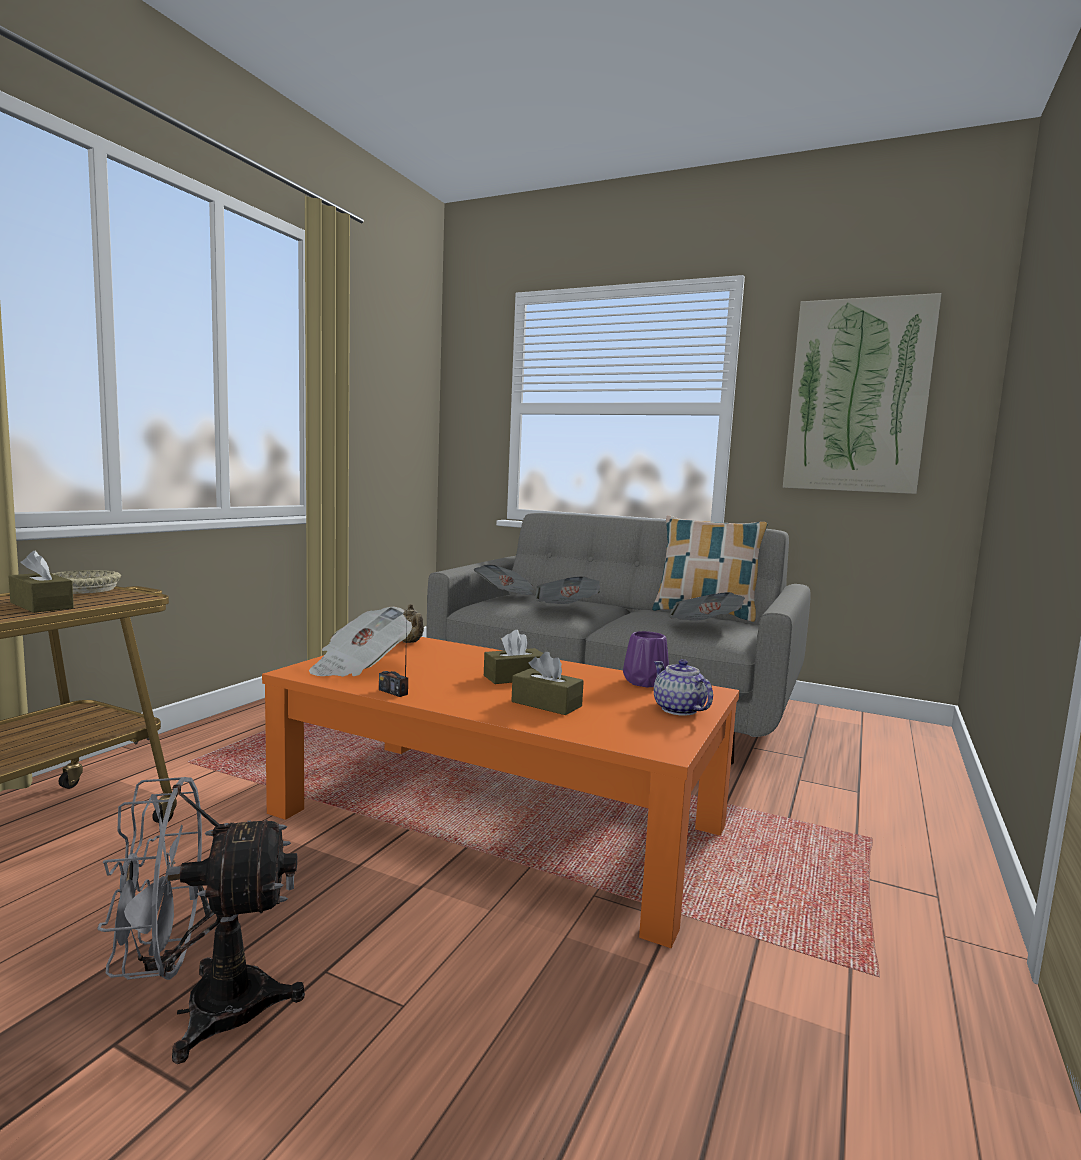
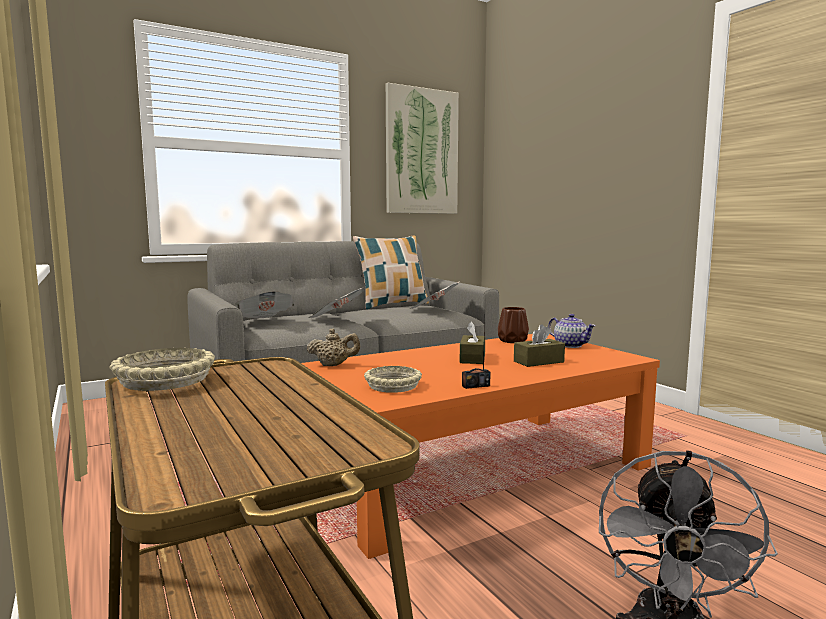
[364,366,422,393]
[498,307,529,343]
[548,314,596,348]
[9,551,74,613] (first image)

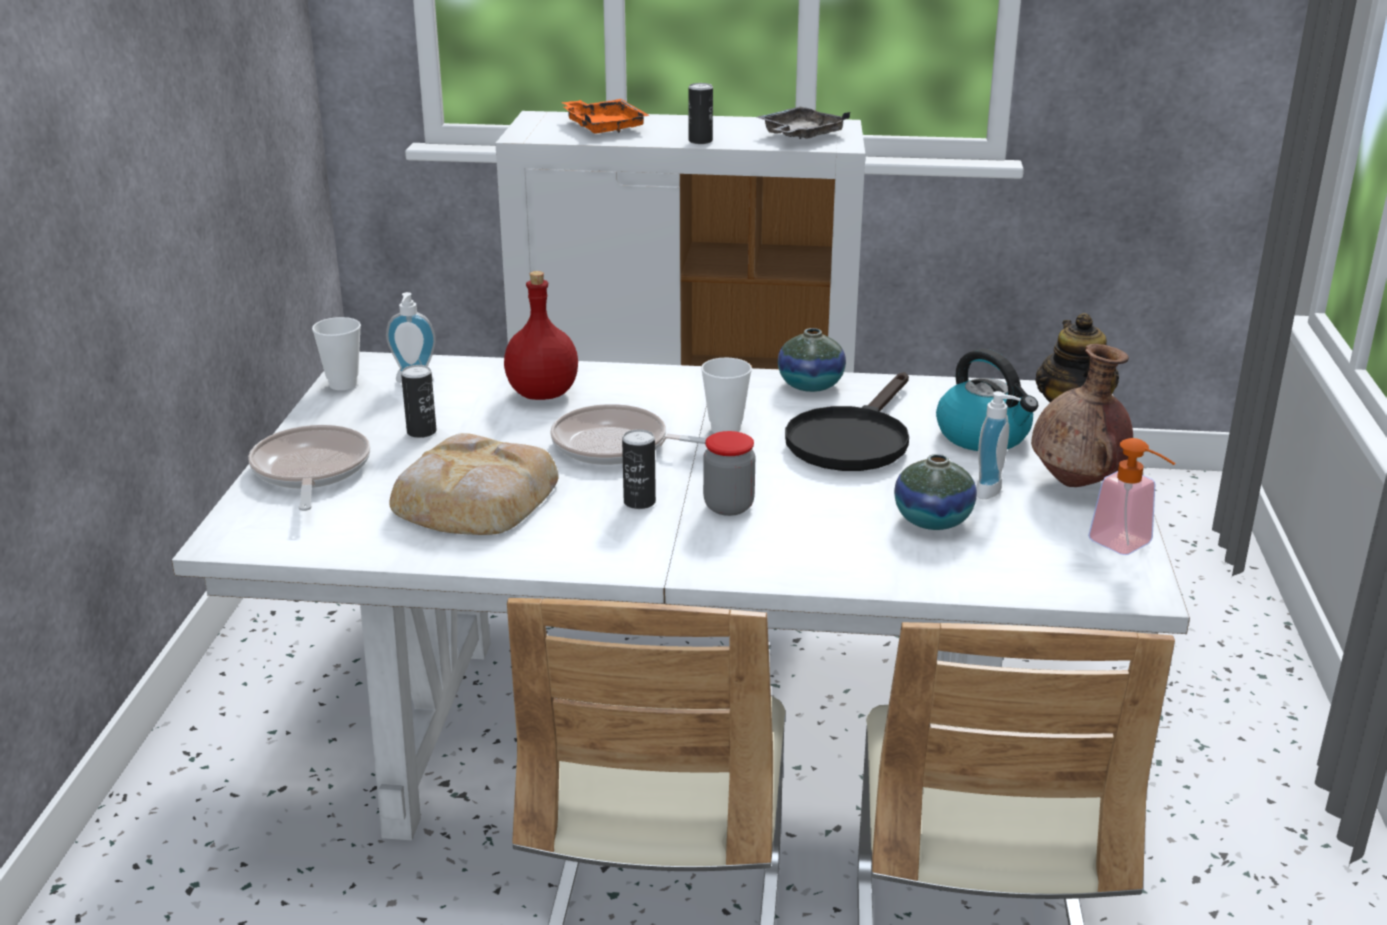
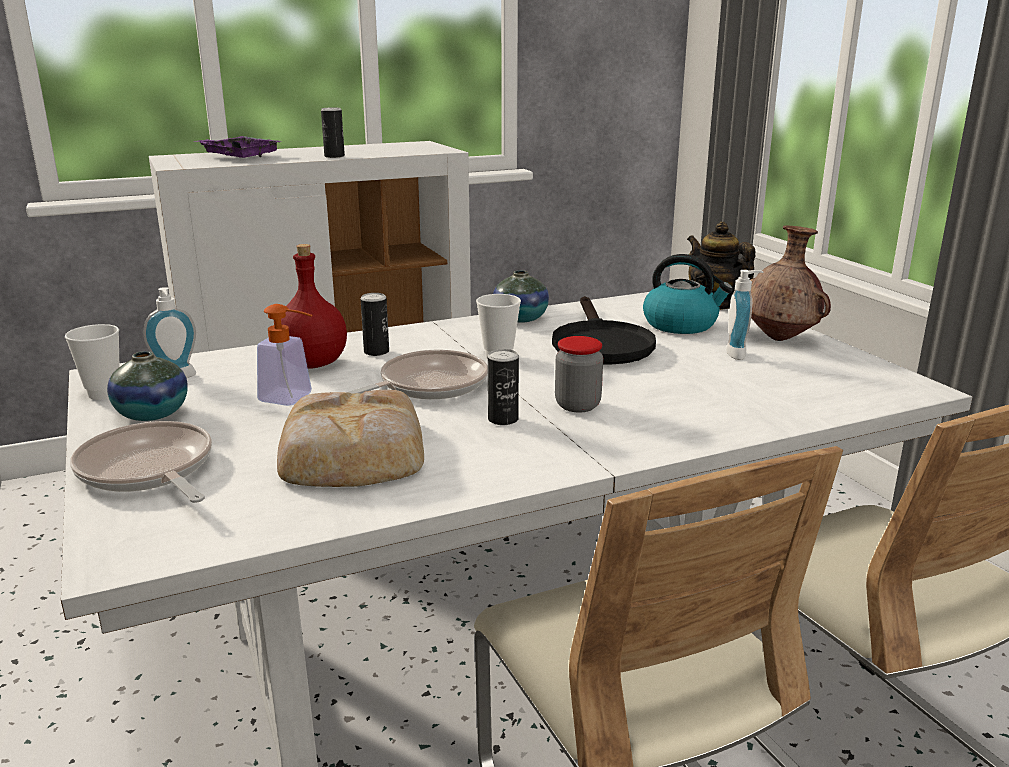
[107,351,188,421]
[196,136,283,158]
[257,304,312,406]
[348,350,488,399]
[360,293,389,356]
[757,106,850,139] (first image)

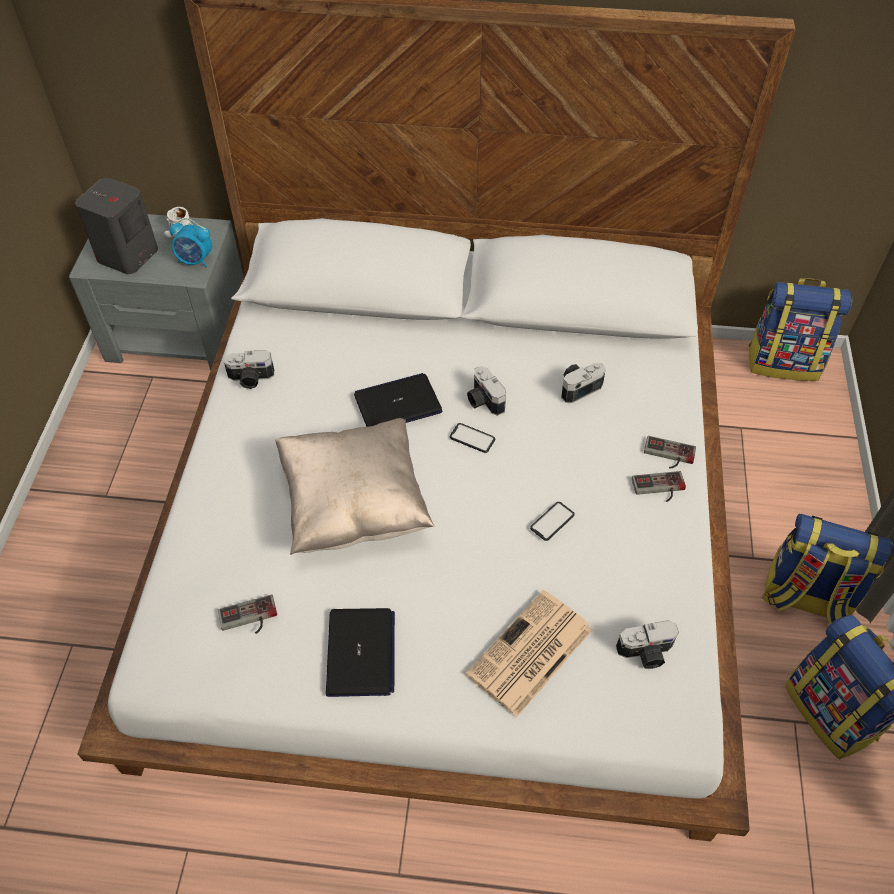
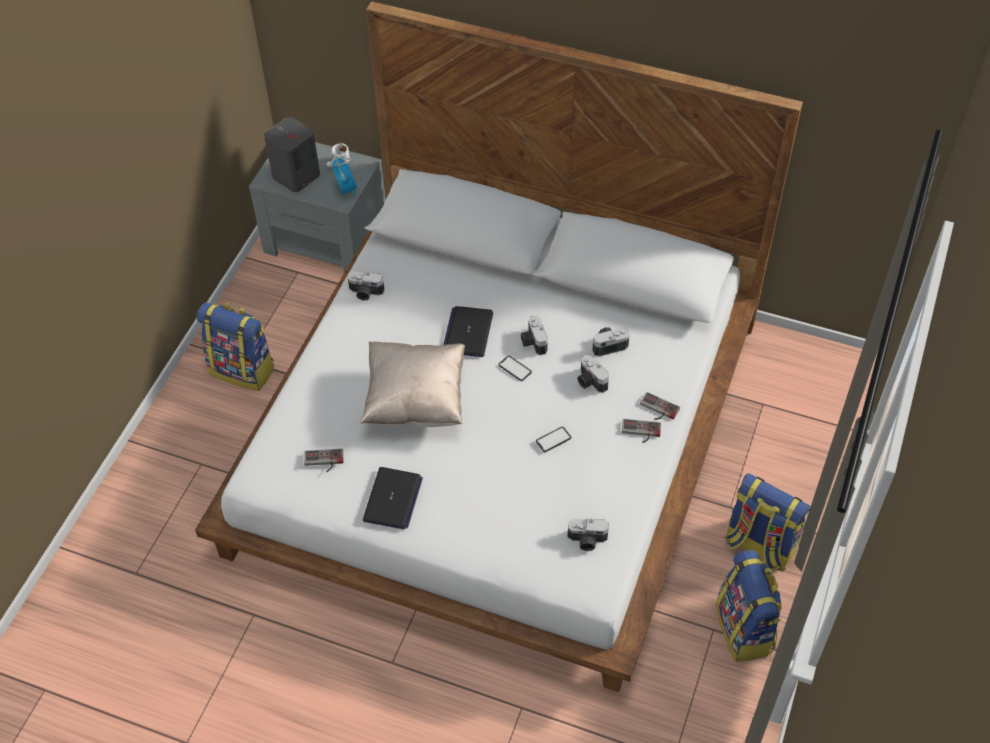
[197,302,275,391]
[332,157,357,197]
[443,306,493,357]
[577,355,609,393]
[466,590,592,717] (first image)

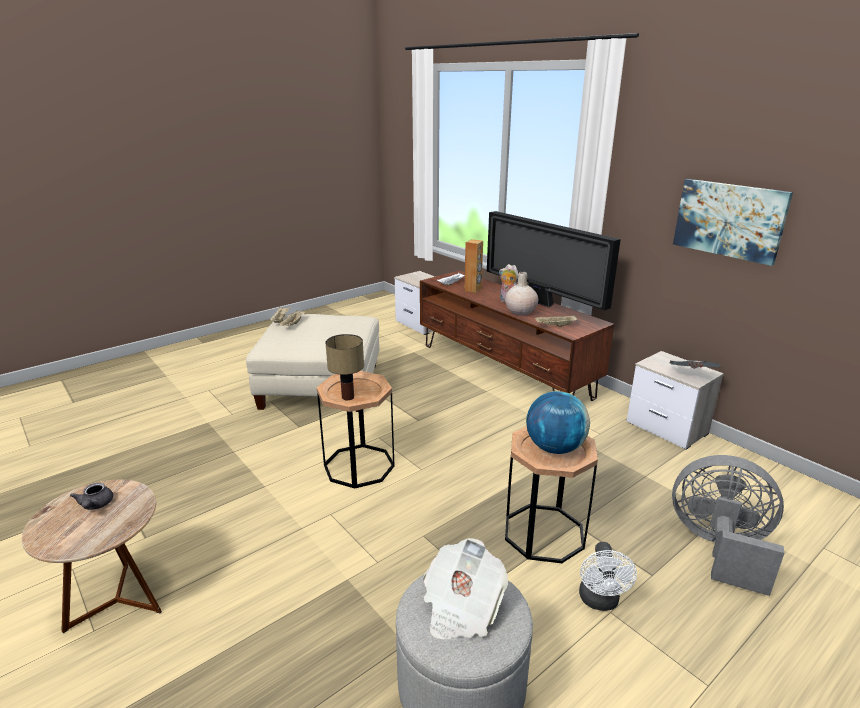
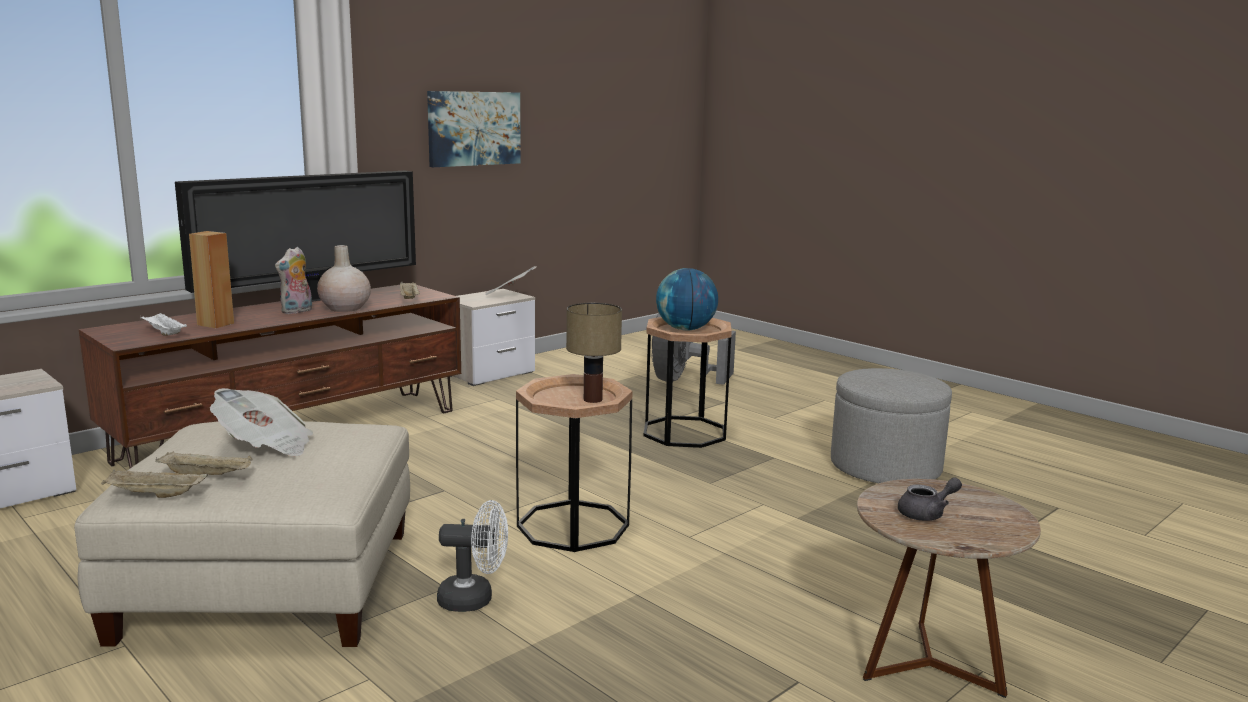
[210,388,313,456]
[437,500,508,612]

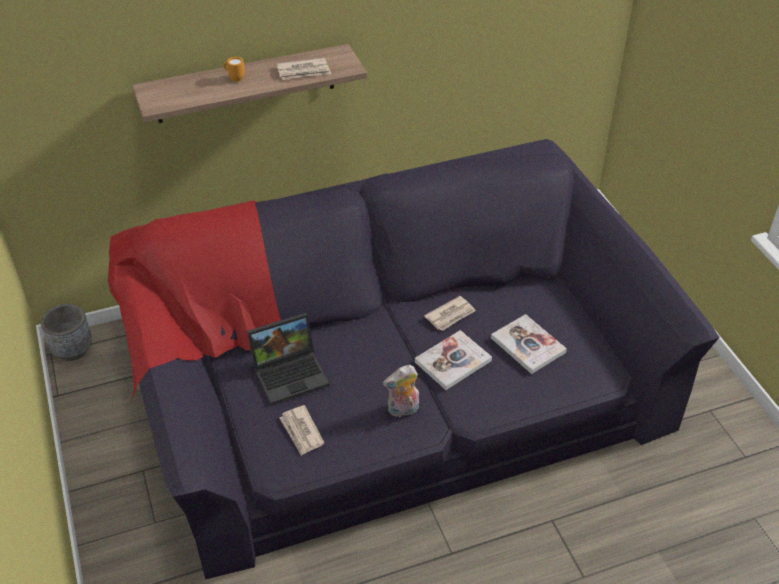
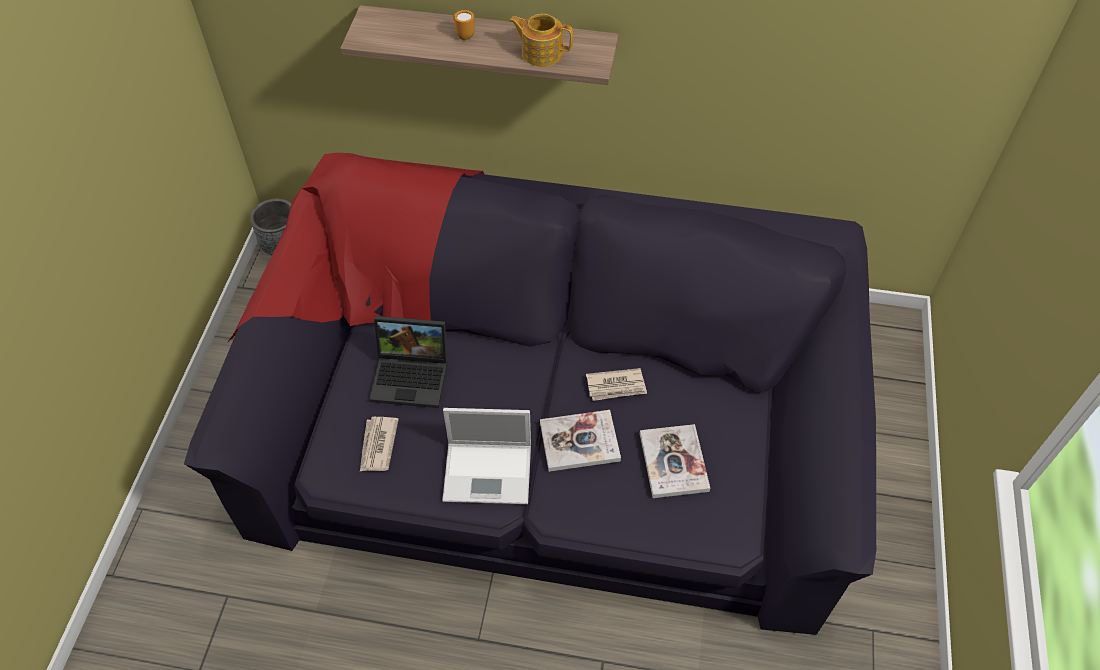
[442,408,531,504]
[509,14,573,66]

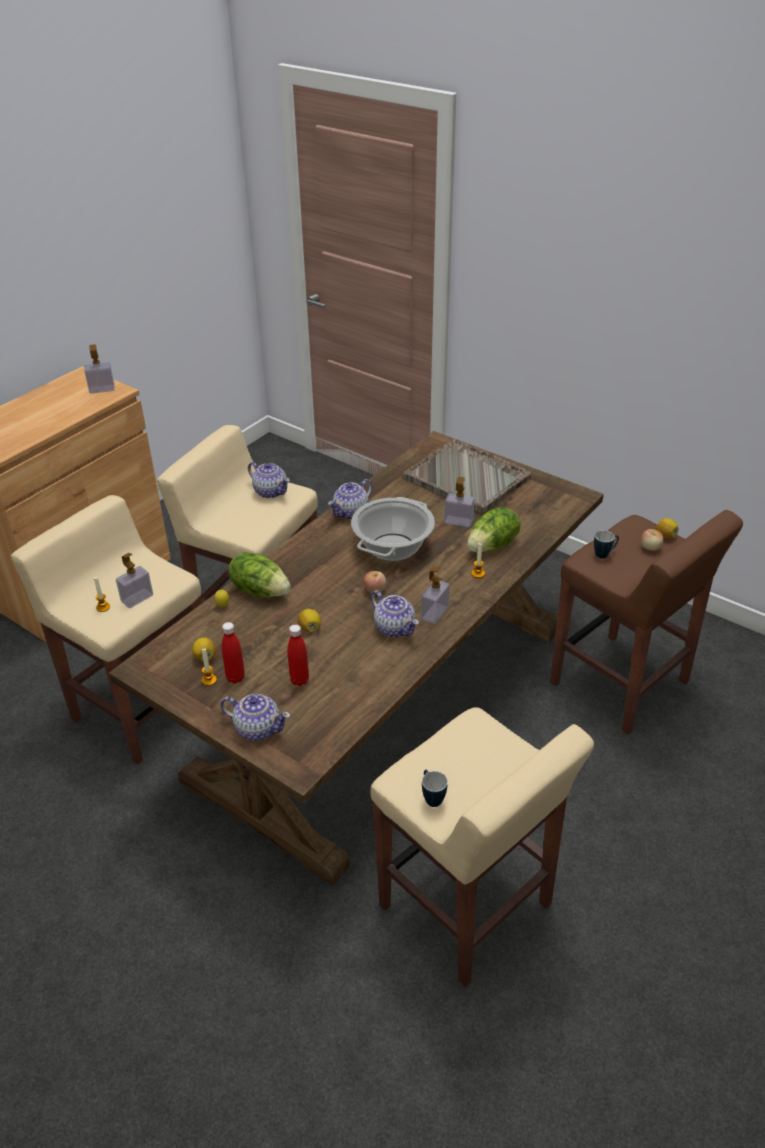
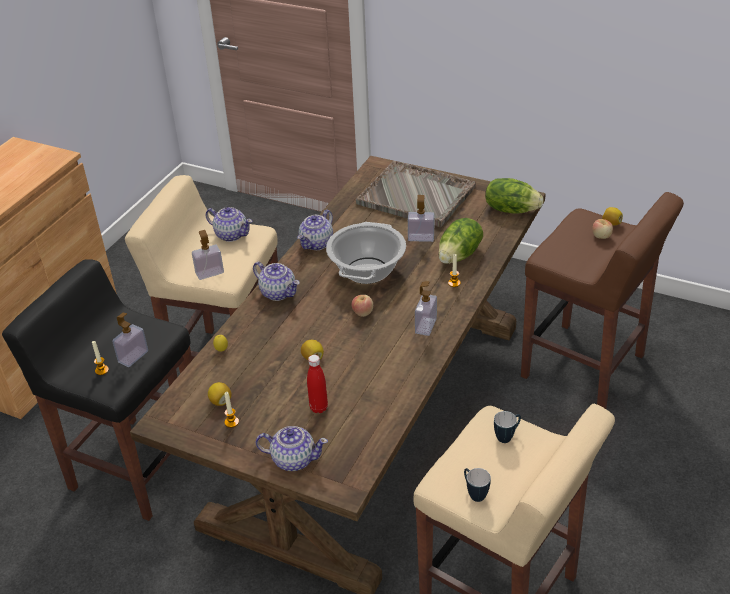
[2,259,192,521]
[192,230,224,280]
[253,262,300,301]
[485,178,544,214]
[494,411,521,443]
[222,622,245,683] (first image)

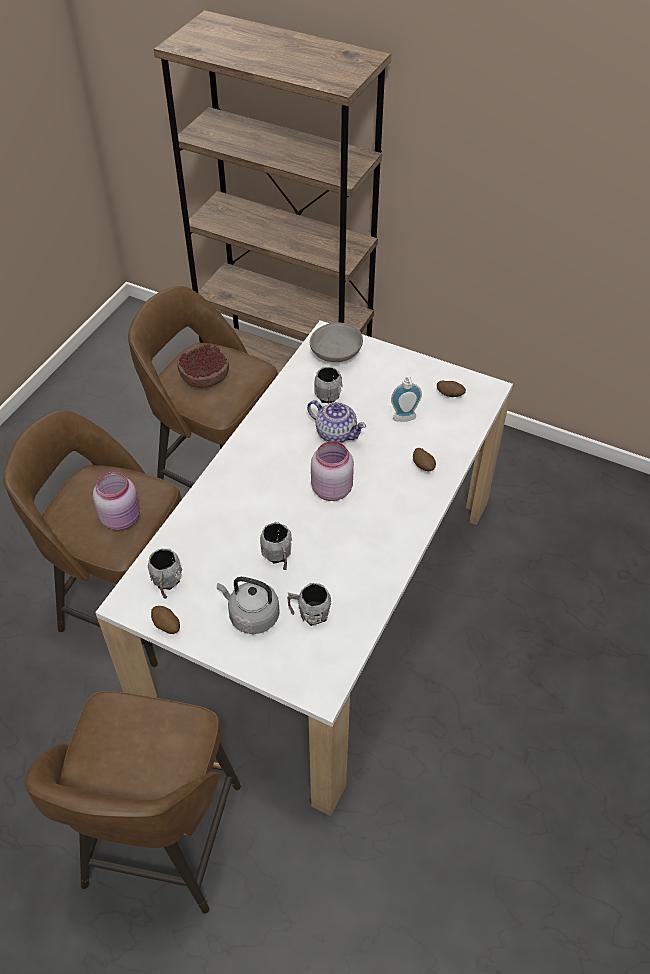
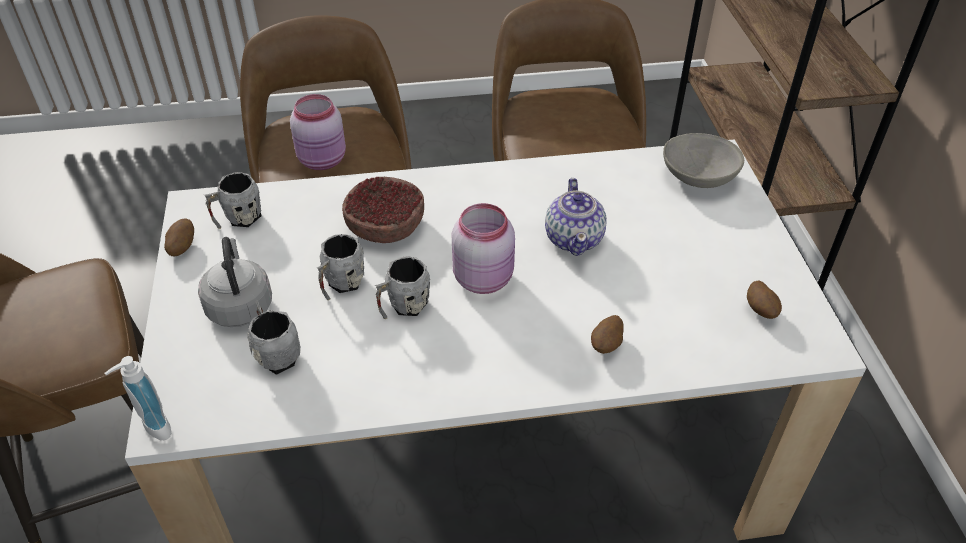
[105,356,172,440]
[342,177,424,243]
[375,256,430,319]

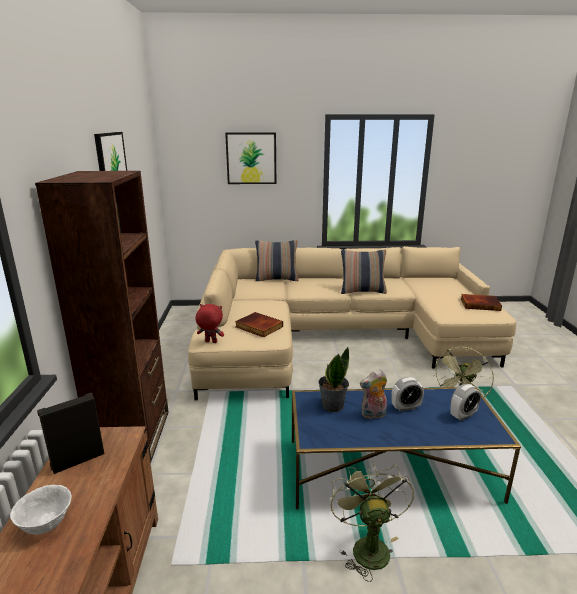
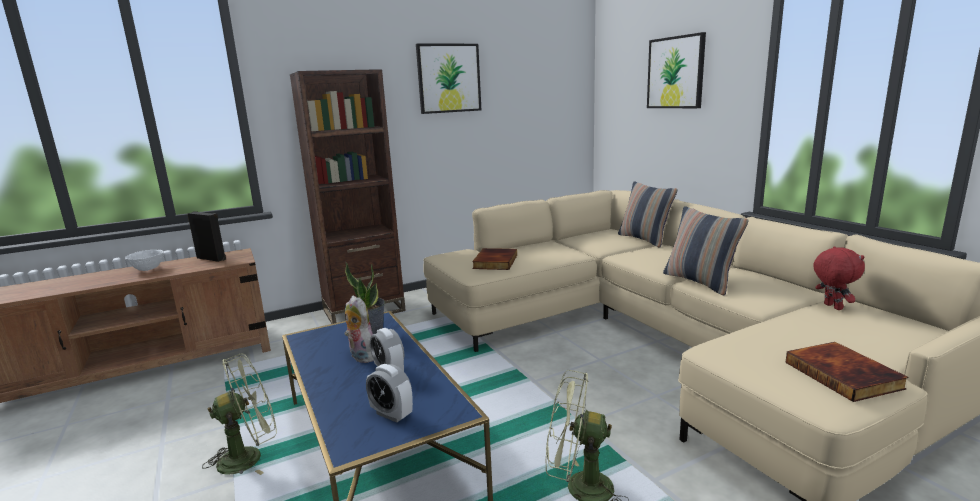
[813,246,865,310]

